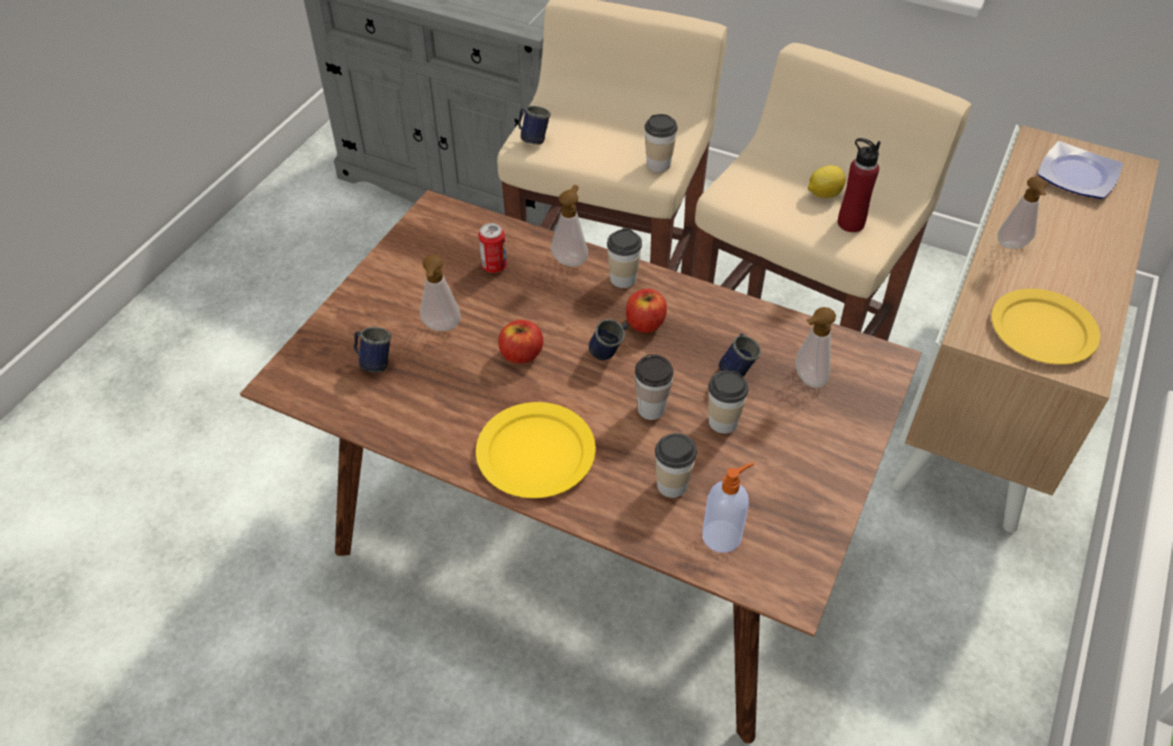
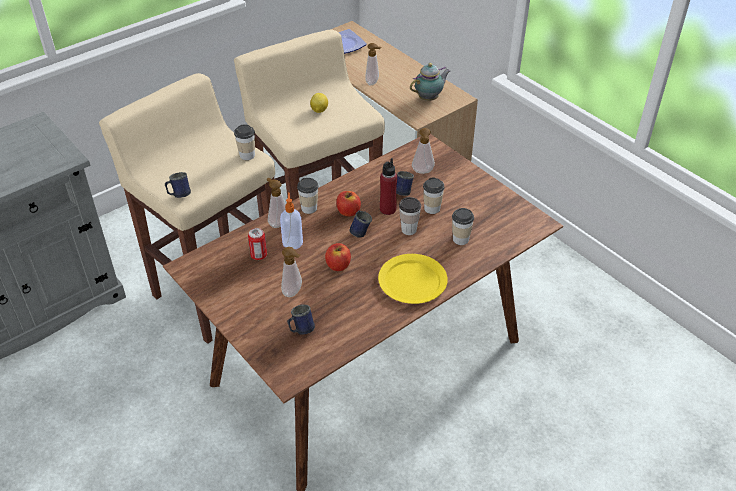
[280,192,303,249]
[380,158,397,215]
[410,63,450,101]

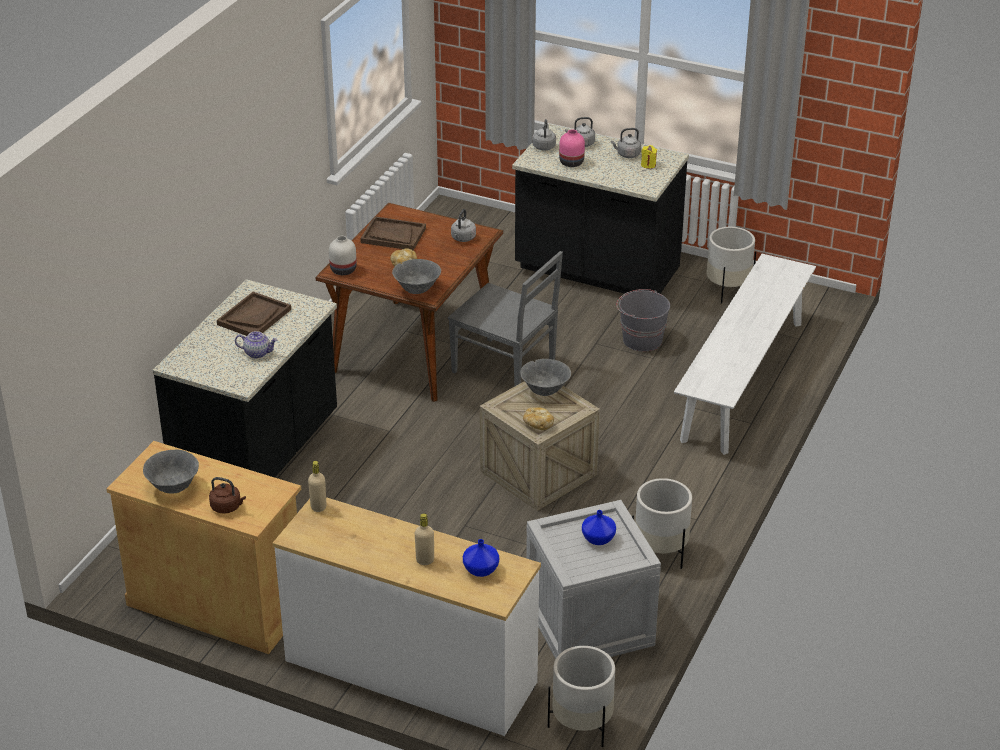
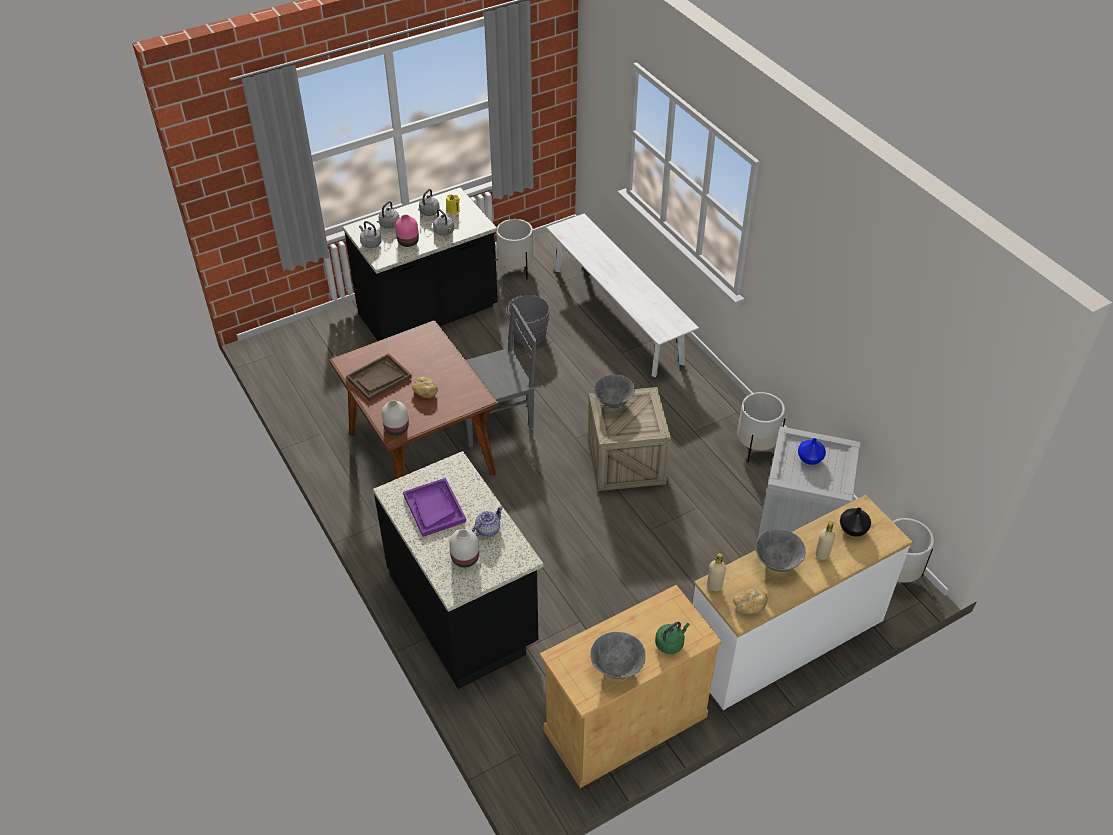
[403,478,466,537]
[433,209,454,236]
[449,529,479,568]
[655,622,690,654]
[733,589,768,614]
[756,529,806,572]
[840,508,871,537]

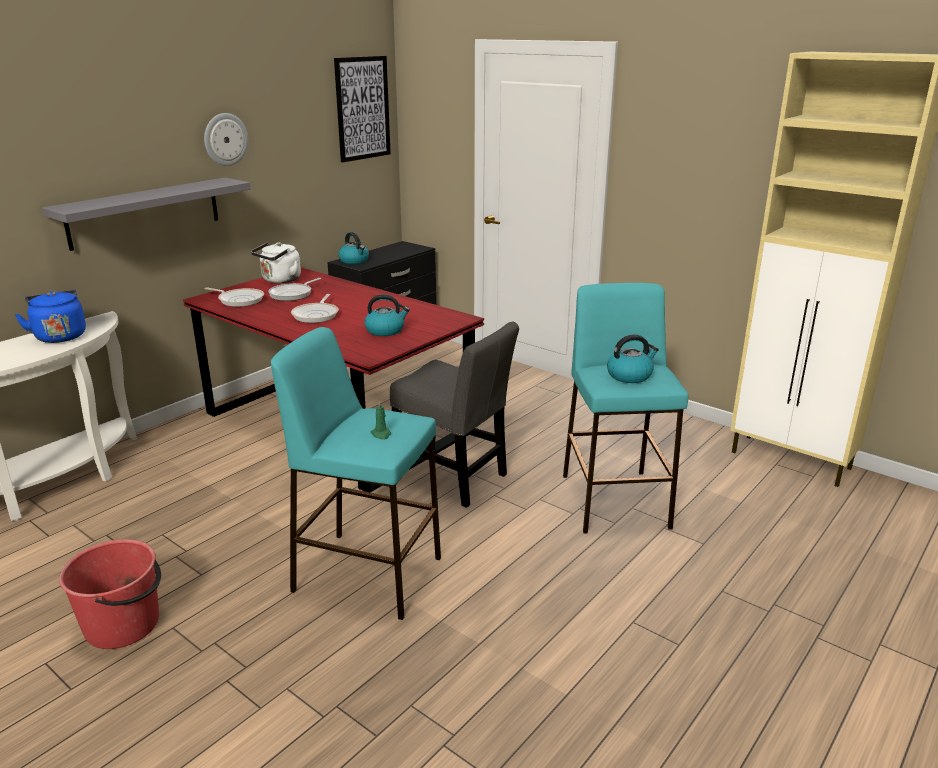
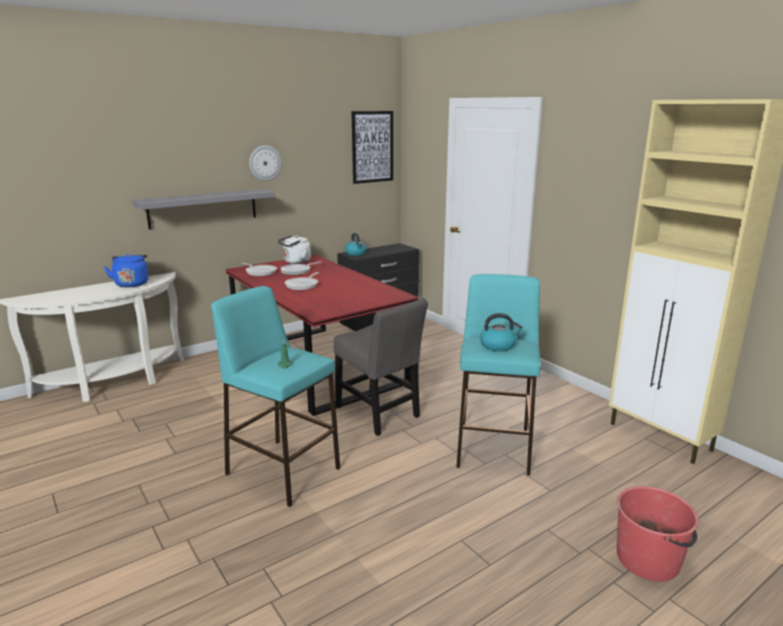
[617,486,699,582]
[365,294,410,336] (first image)

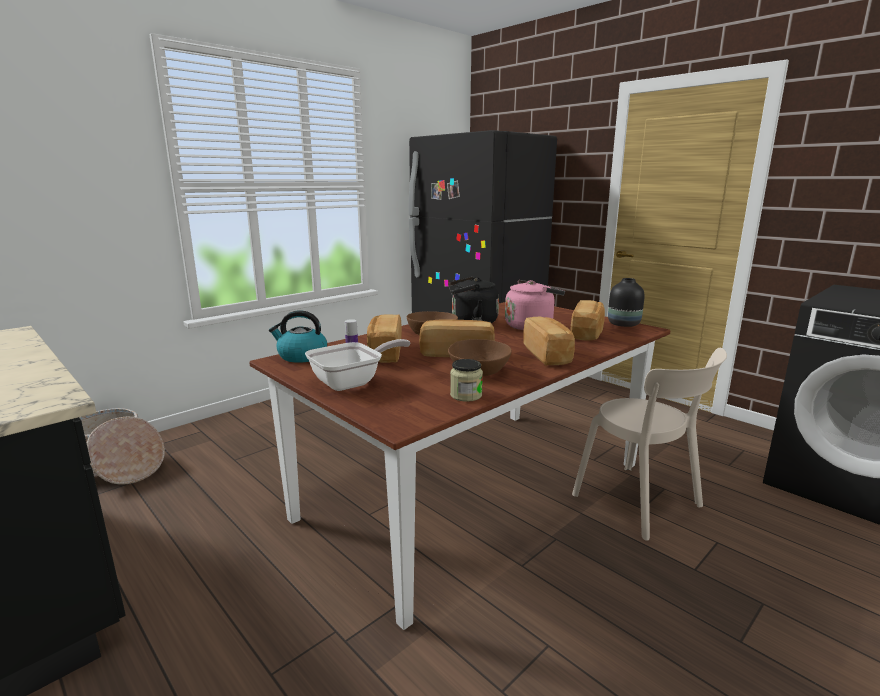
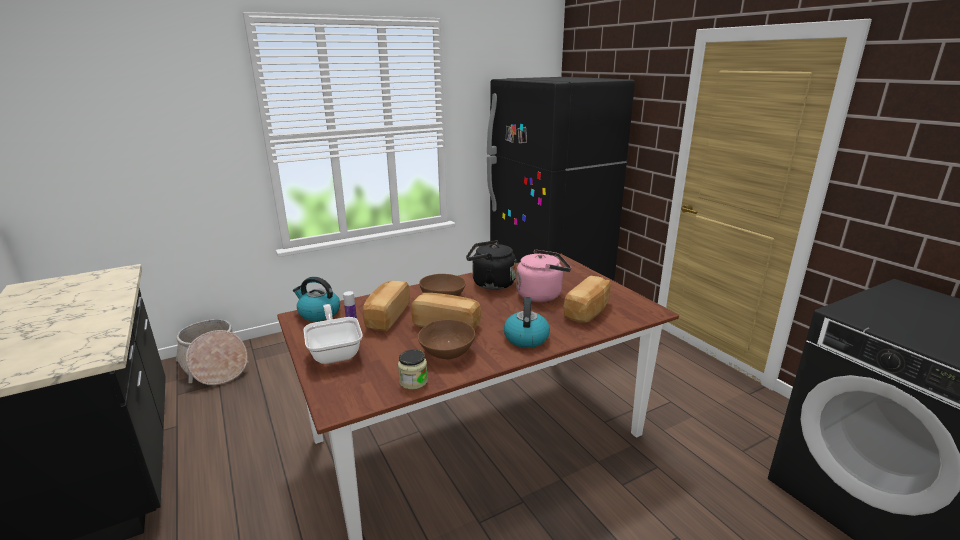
[303,304,363,364]
[504,297,550,348]
[572,348,727,541] (first image)
[608,278,645,327] (first image)

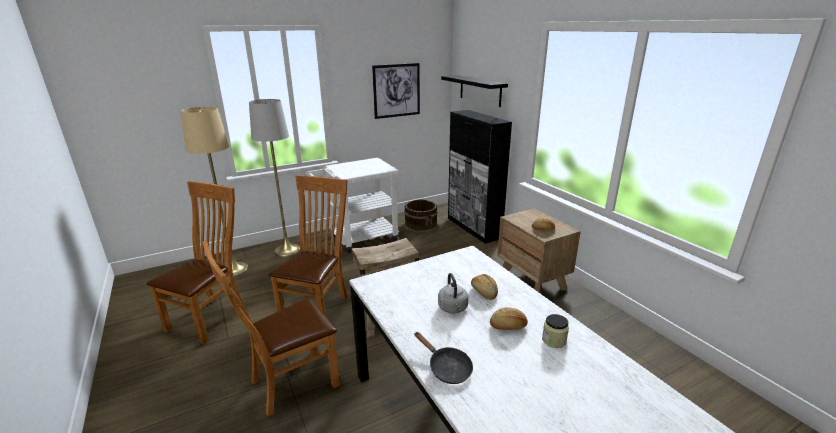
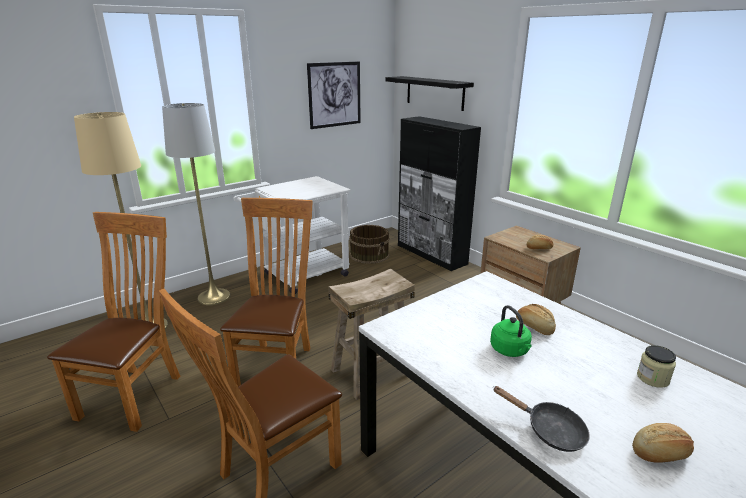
[490,305,532,357]
[632,423,694,463]

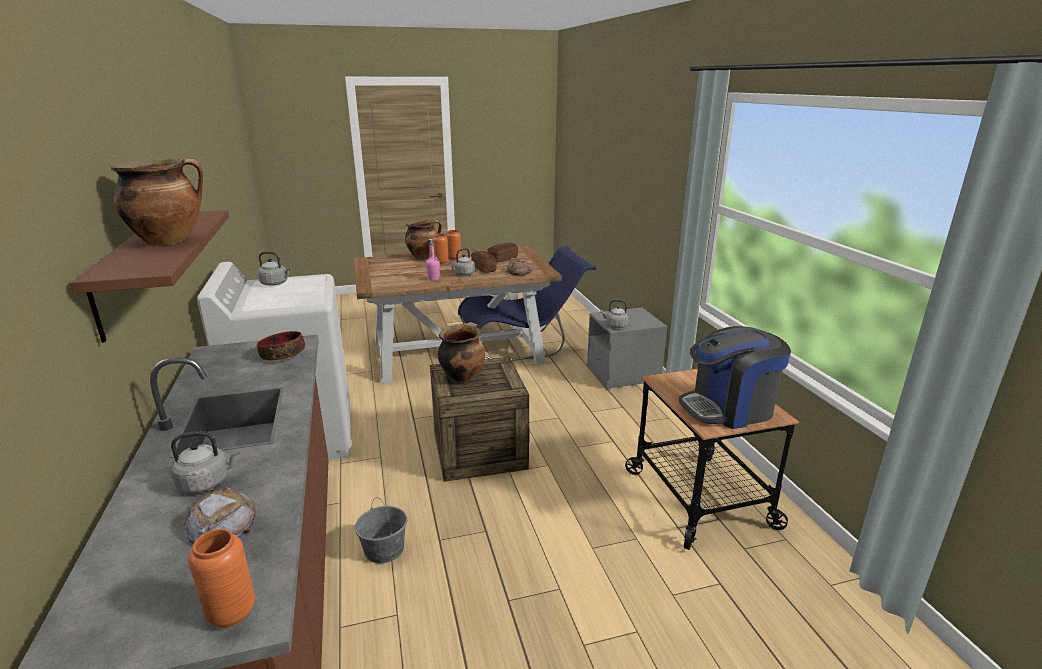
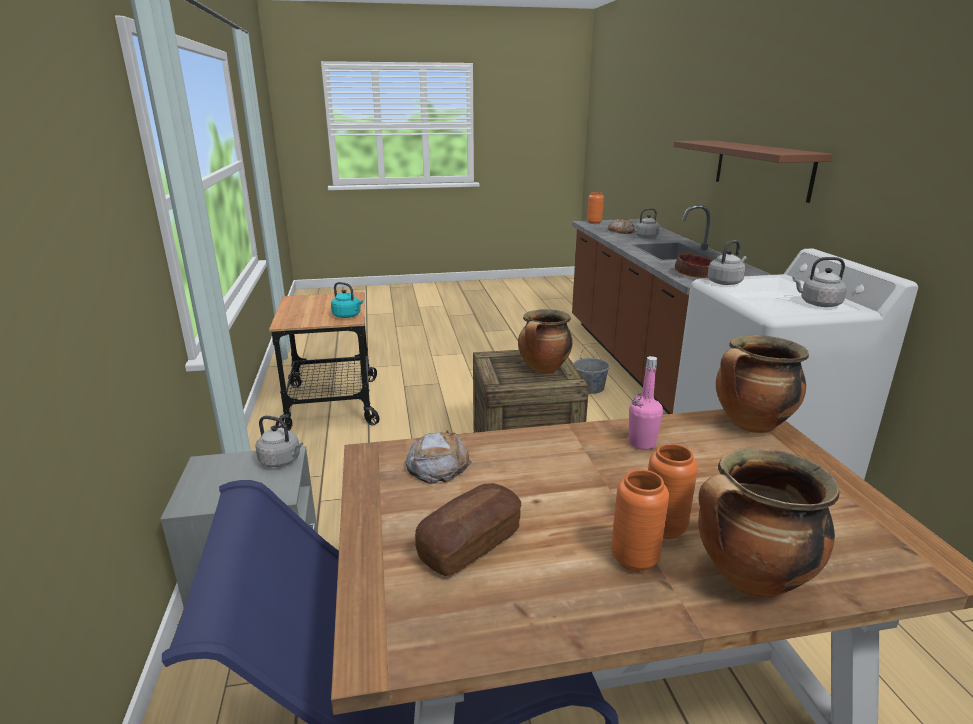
[331,282,363,318]
[707,240,747,285]
[716,335,809,433]
[471,251,497,273] (first image)
[679,326,791,429] (first image)

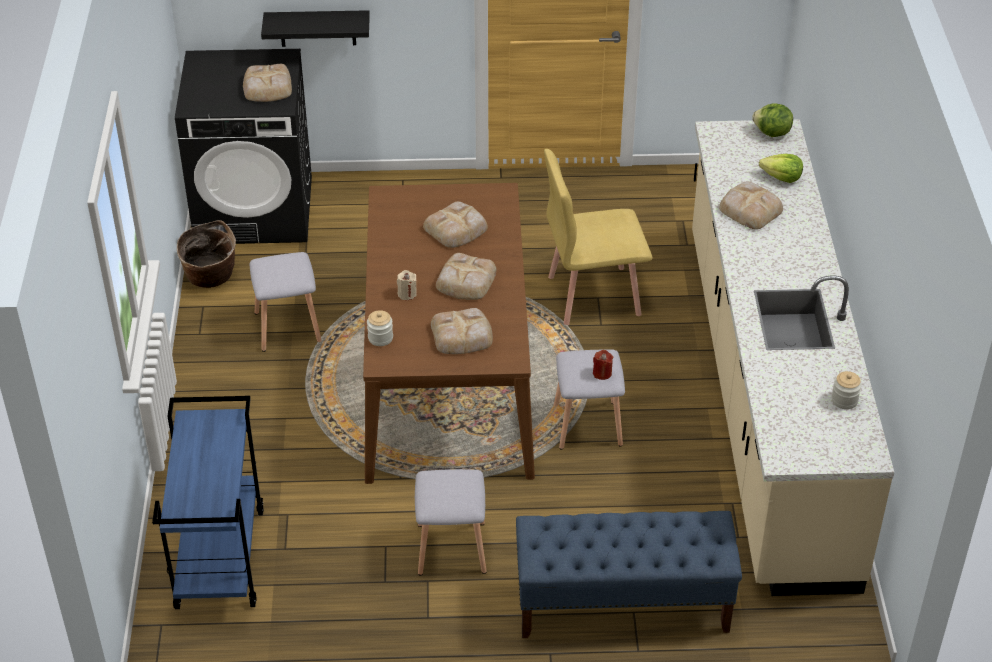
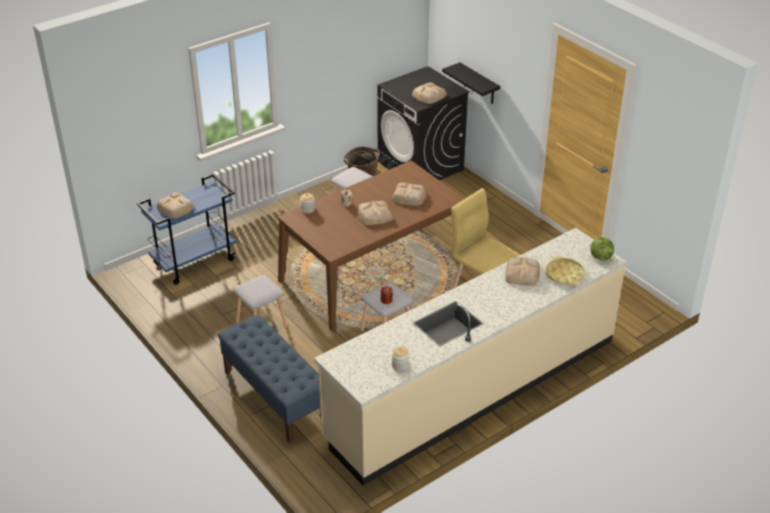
[157,192,194,219]
[546,256,585,285]

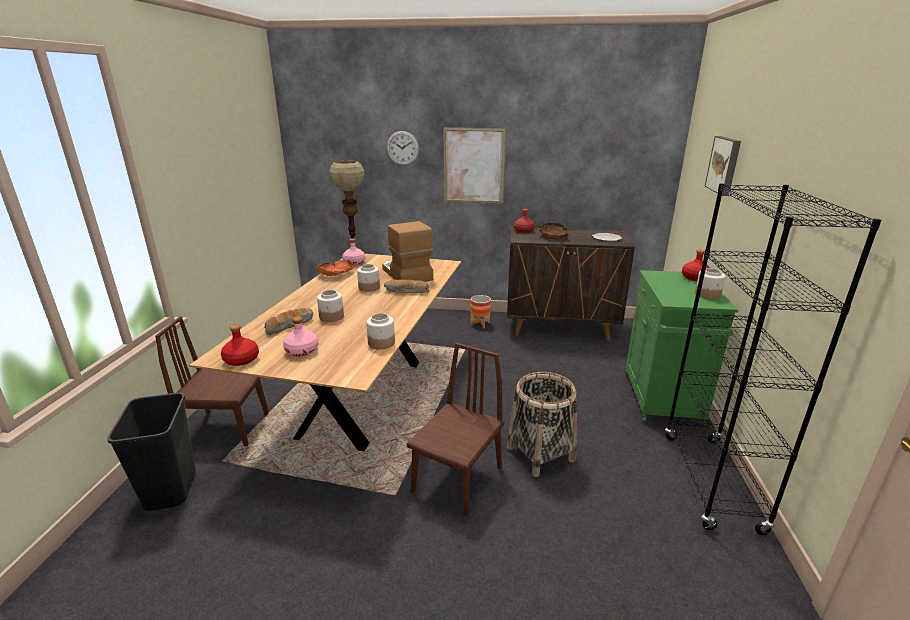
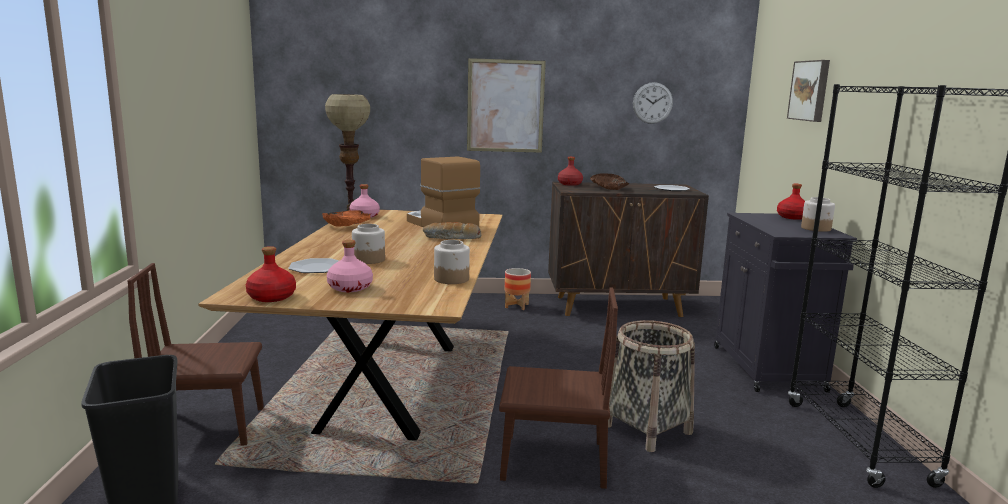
[288,258,339,273]
[499,287,618,489]
[633,82,673,124]
[714,213,857,392]
[357,264,380,292] (first image)

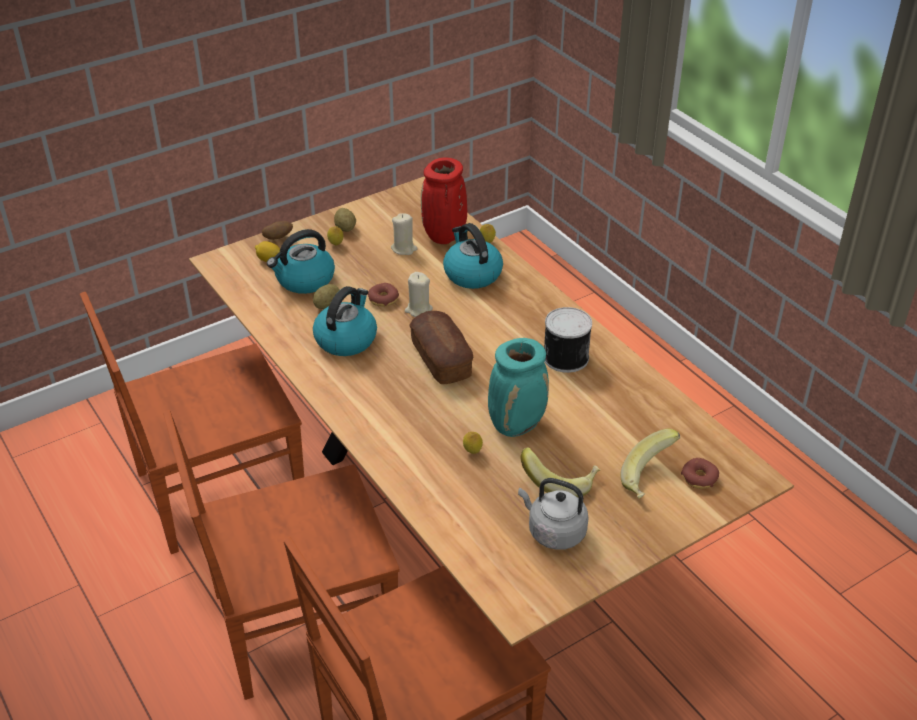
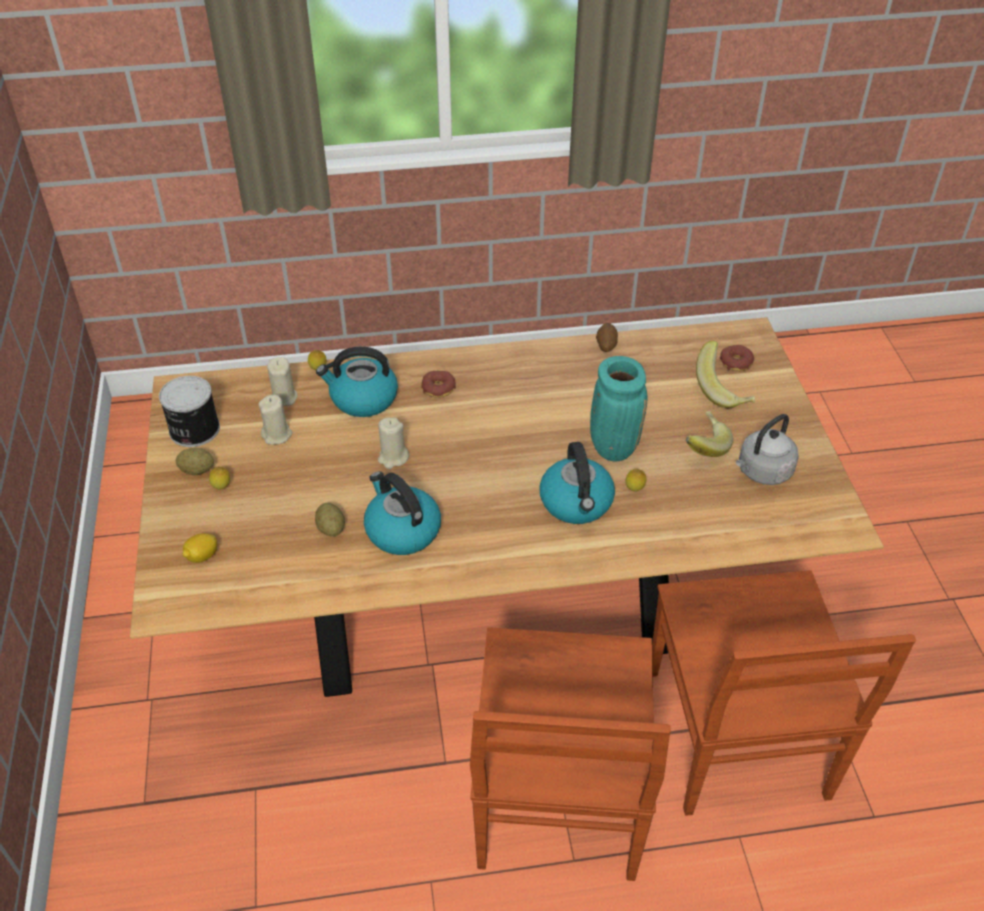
[159,376,220,447]
[267,357,297,406]
[421,371,456,398]
[539,442,615,524]
[596,323,618,352]
[80,292,304,554] (first image)
[410,311,473,384] (first image)

